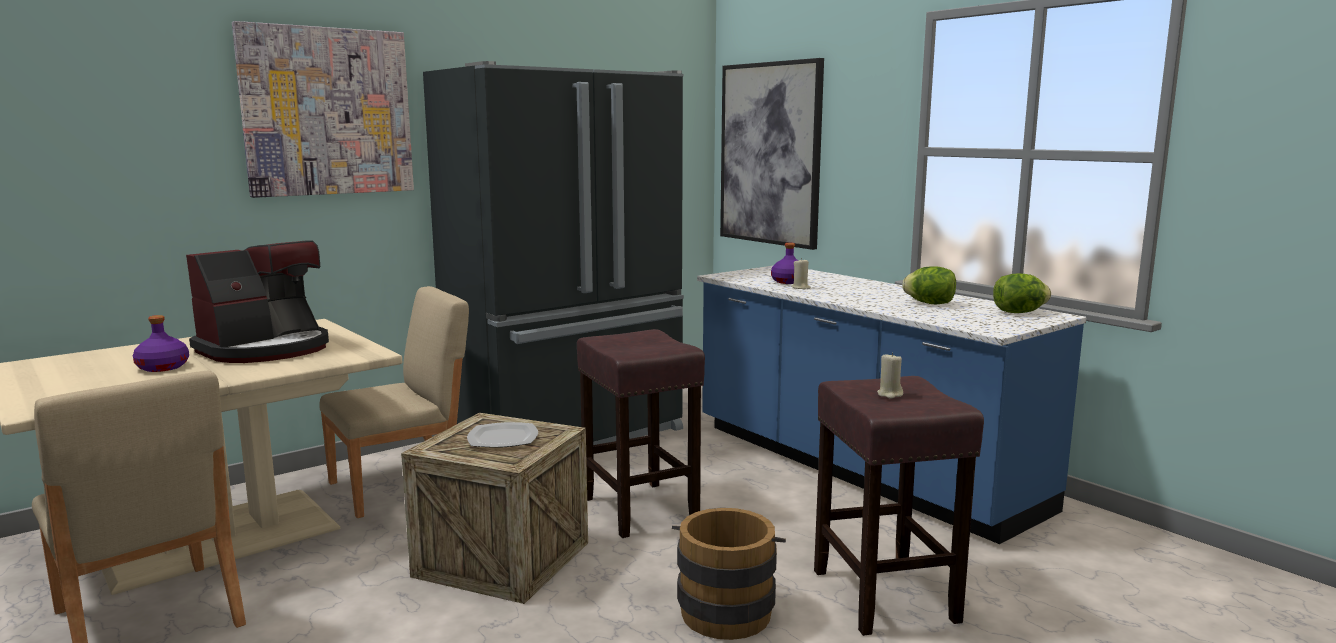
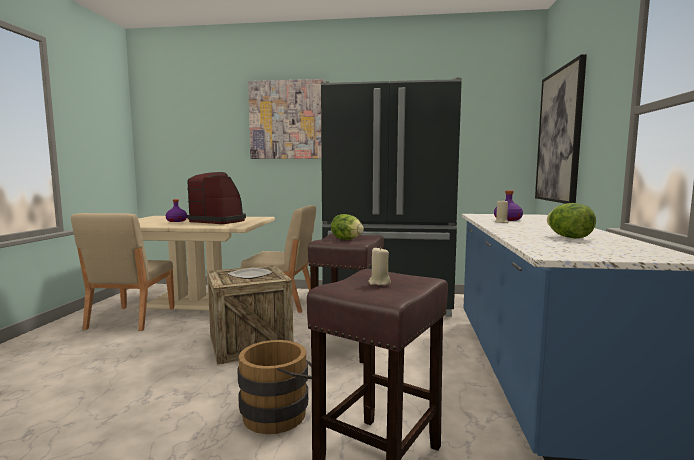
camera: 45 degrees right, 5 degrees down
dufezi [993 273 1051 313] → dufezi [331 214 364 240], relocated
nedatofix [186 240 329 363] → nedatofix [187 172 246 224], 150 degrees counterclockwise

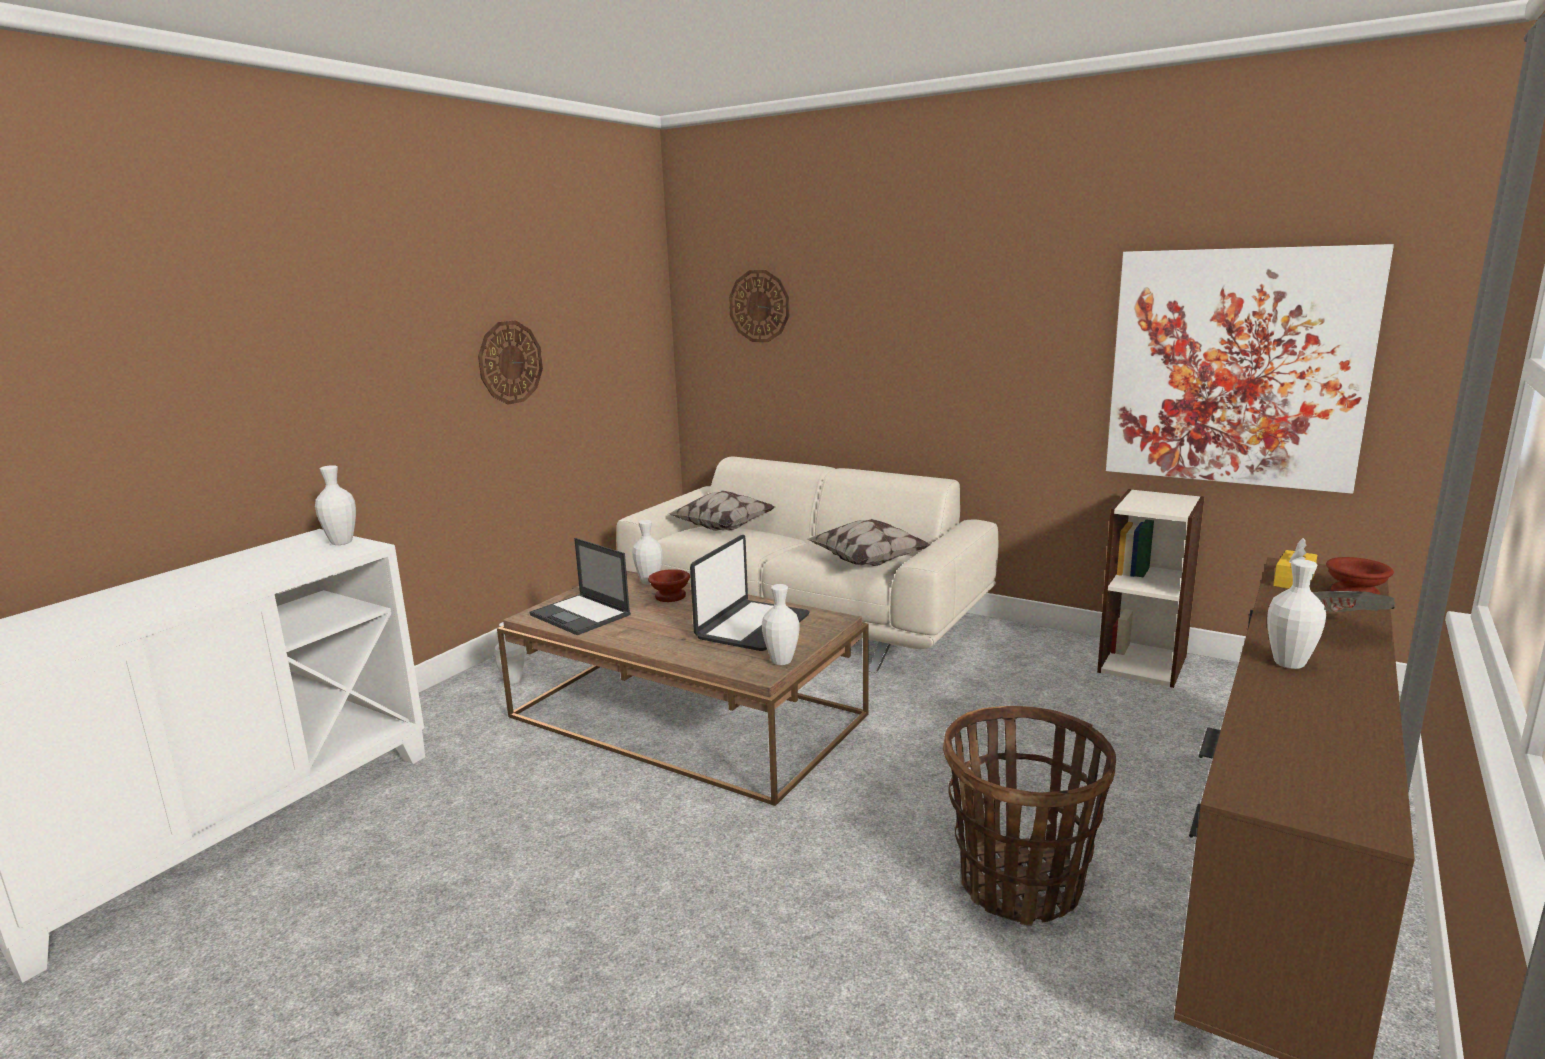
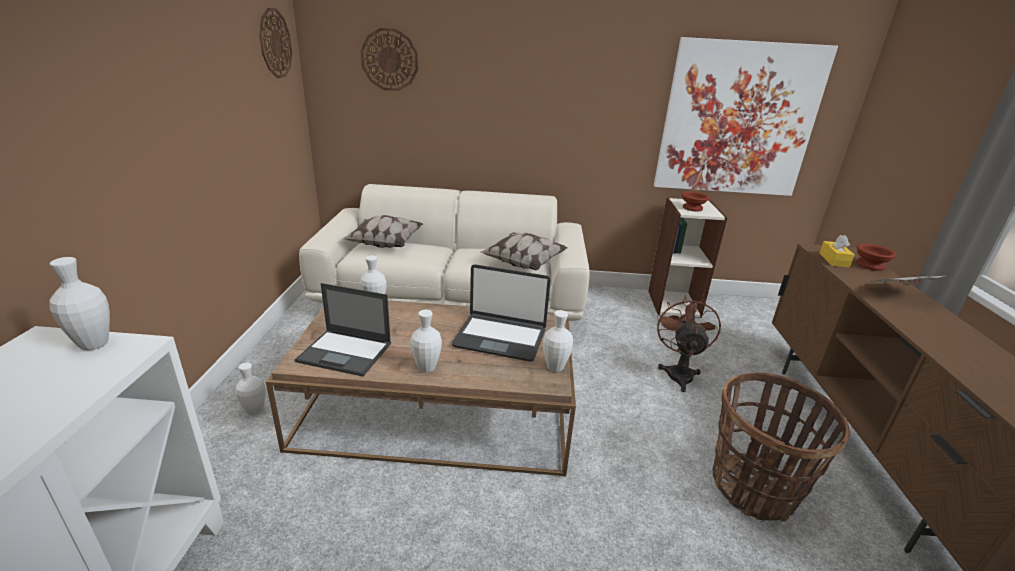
camera: 30 degrees left, 10 degrees up
- → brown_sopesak [657 295 721 392]
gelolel [478 320 543 405] → gelolel [259 8 292 78], relocated
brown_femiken [648 569 690 602] → brown_femiken [682 191 709 211], relocated
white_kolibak [1267 559 1326 669] → white_kolibak [411 310 442 373], relocated
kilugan [690 535 810 651] → kilugan [452 264 551 362], 105 degrees clockwise

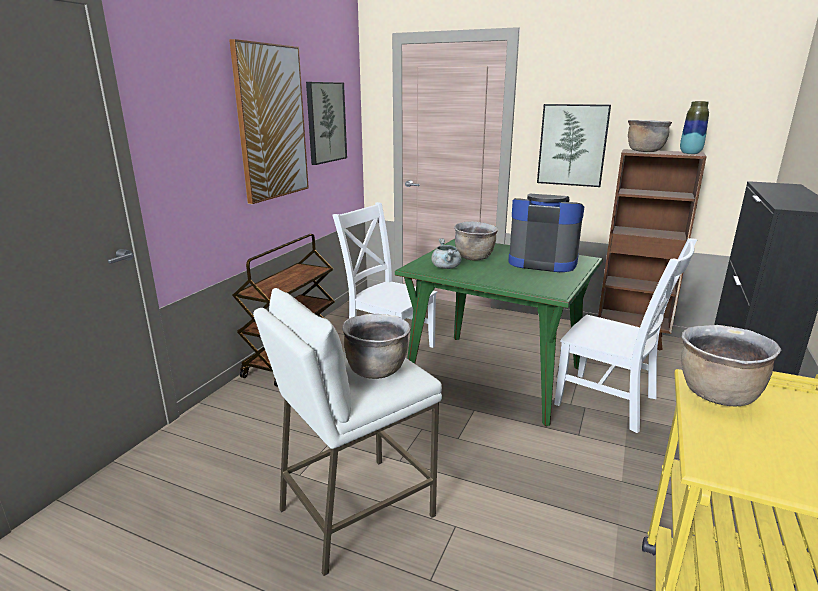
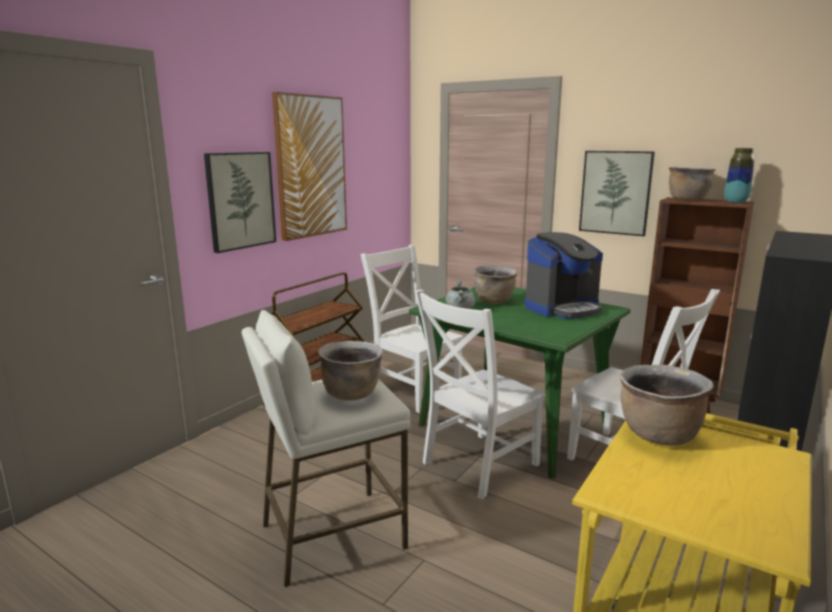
camera: 10 degrees right, 5 degrees down
- → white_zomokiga [414 290 546 499]
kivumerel [306 82 347 165] → kivumerel [204 152 276 253], relocated
nedatofix [508 194 584 272] → nedatofix [525 232 603 319], 120 degrees clockwise

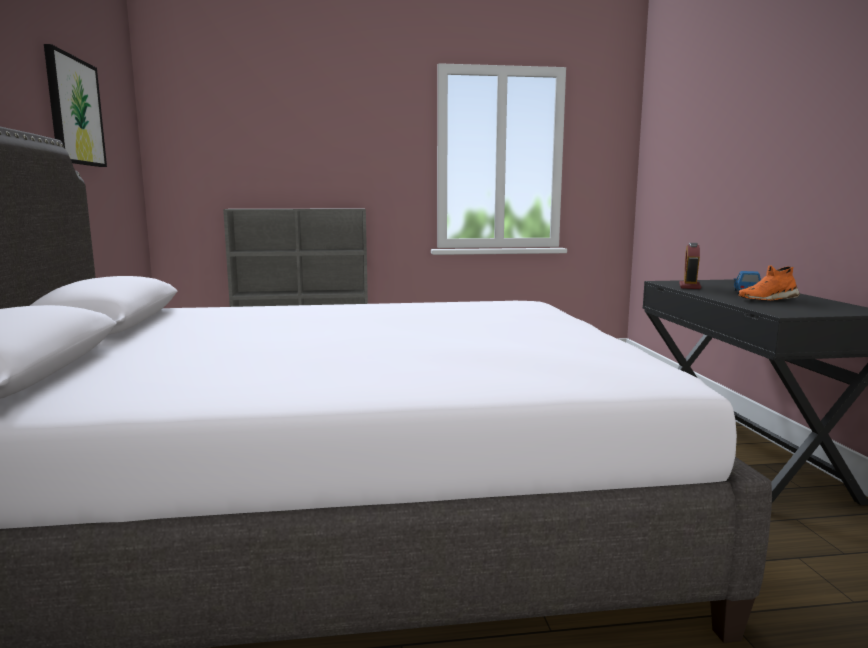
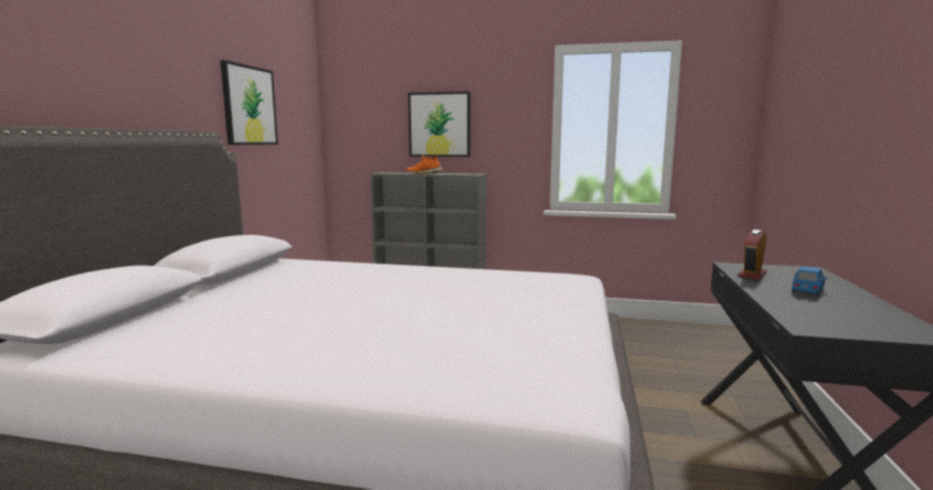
camera: 20 degrees right, 0 degrees up
- → kivumerel [408 91 471 157]
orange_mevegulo [738 265 800 301] → orange_mevegulo [406 155 442 174], relocated

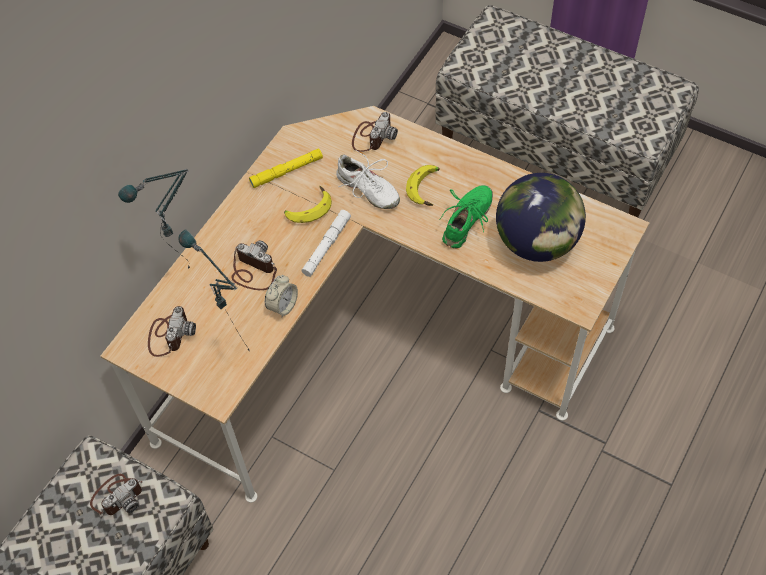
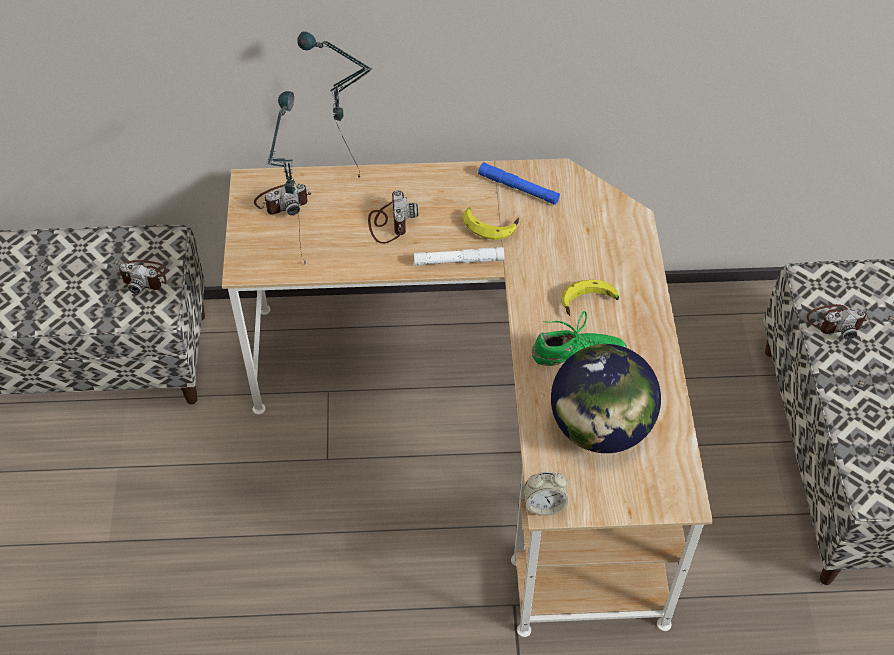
camera: 55 degrees right, 5 degrees down
white_mevegulo [336 150 400 209] → -
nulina [265 275 298 317] → nulina [525 472 568 516], relocated
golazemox [352 112 398 152] → golazemox [807 304 867 340], relocated
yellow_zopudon [249 148 323 188] → blue_zopudon [478 162 560 205]

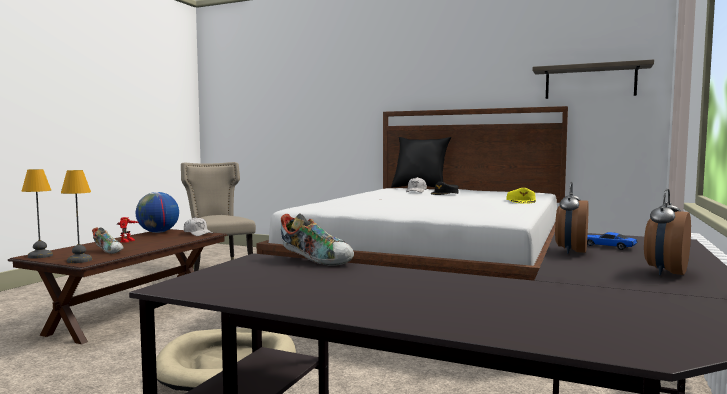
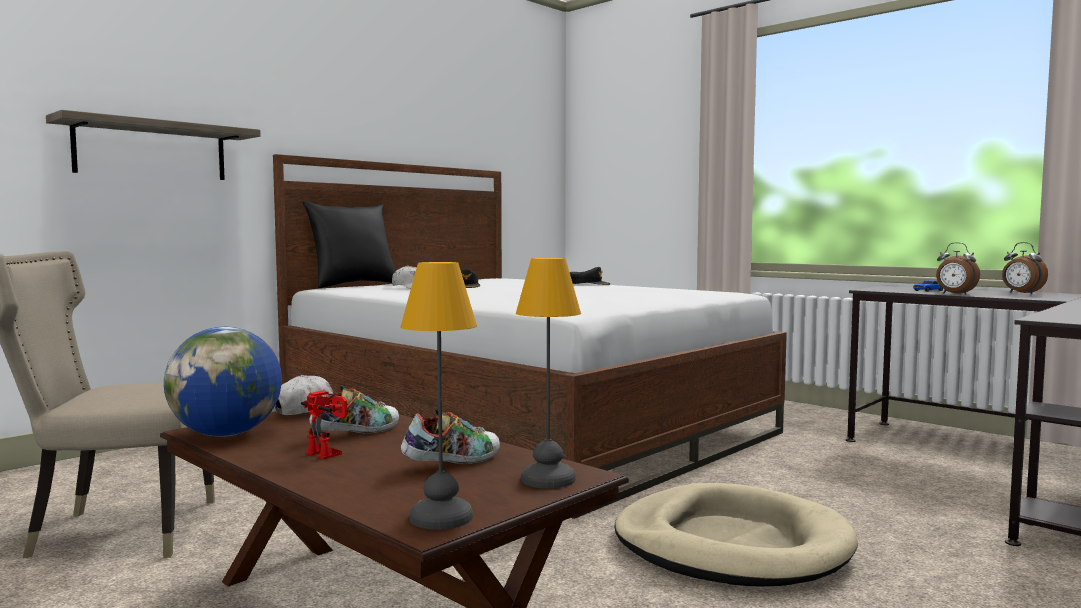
camera: 70 degrees left, 0 degrees up
mevegulo [281 214 354 266] → mevegulo [309 386 399 433], relocated
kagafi [533 59 654 99] → kagafi [46 110 261 180], relocated
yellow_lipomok [506 188 536 204] → black_lipomok [570 267 610 285]

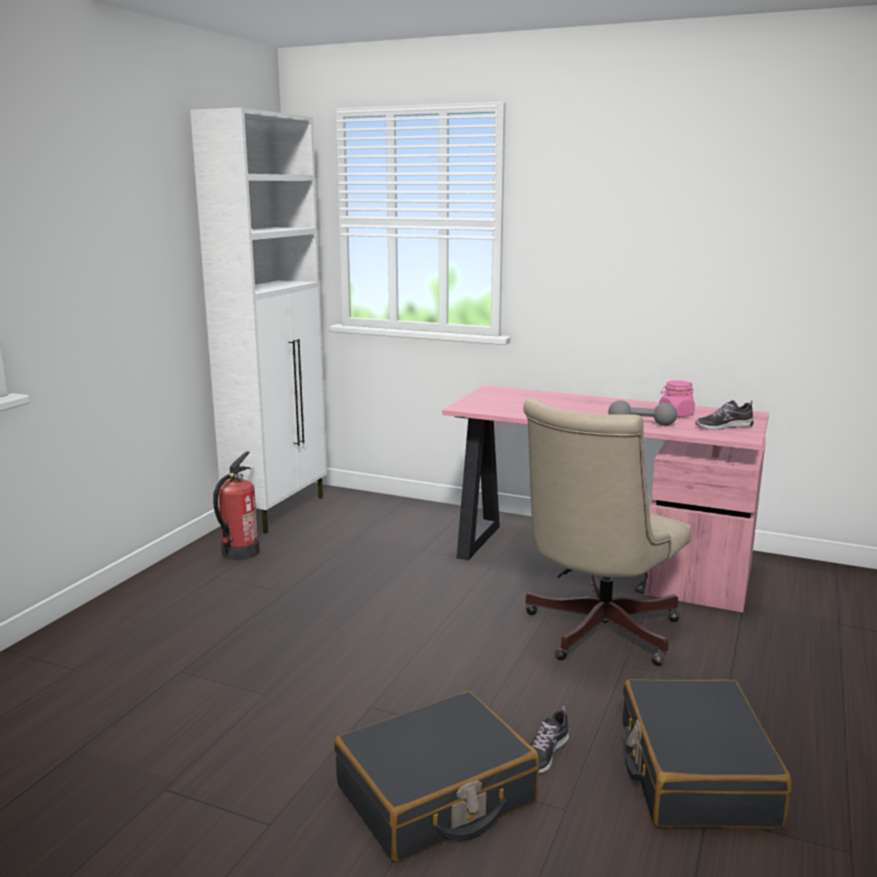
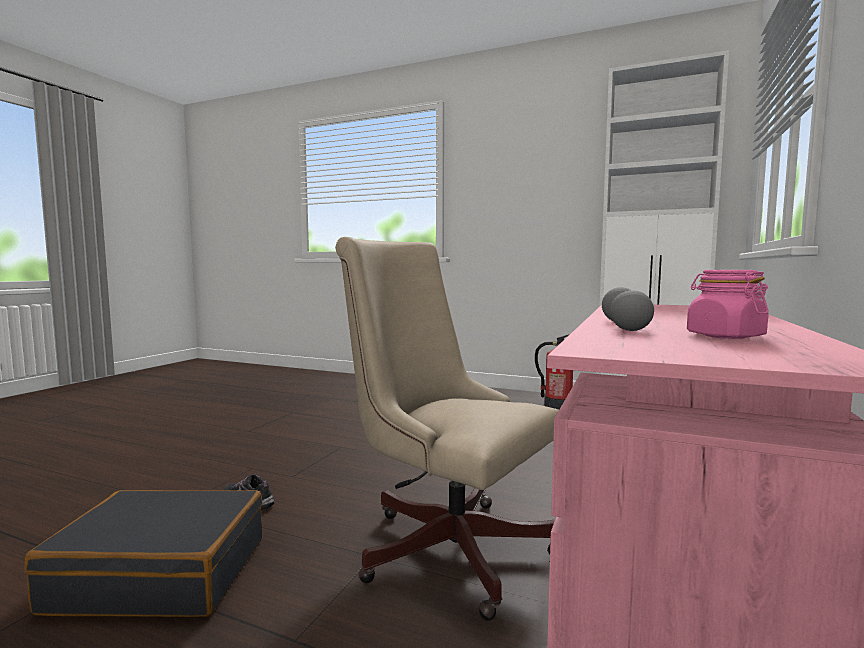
camera: 90 degrees right, 10 degrees down
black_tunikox [334 691 539 862] → -
mevegulo [695 400 754 430] → -

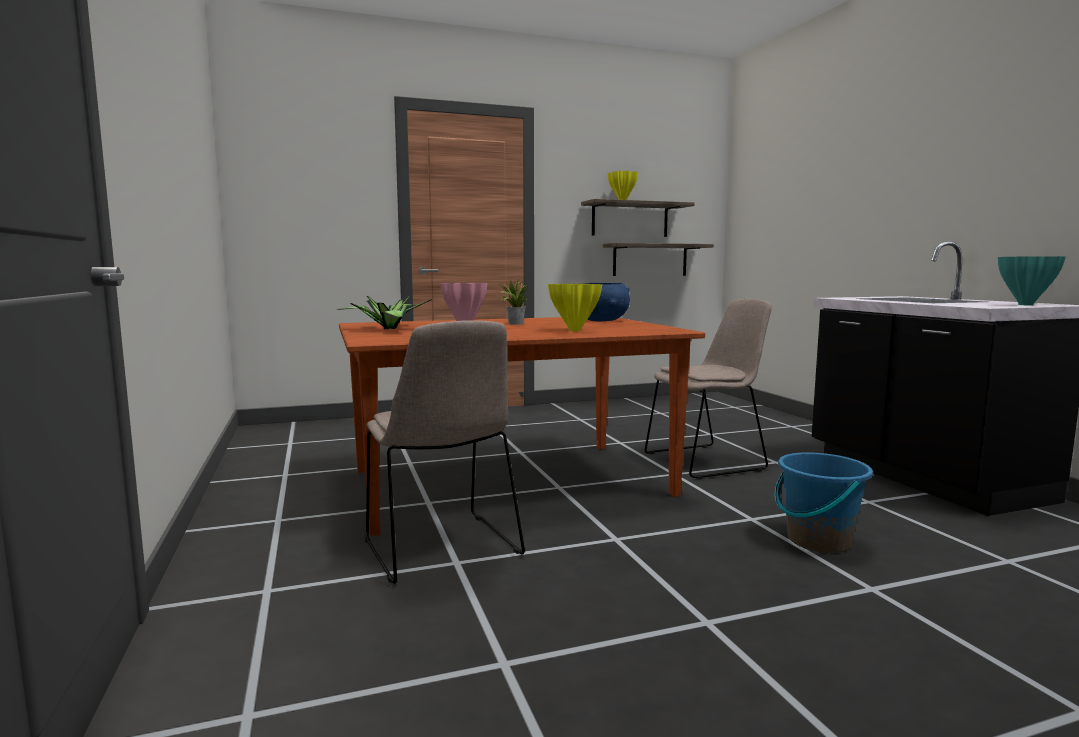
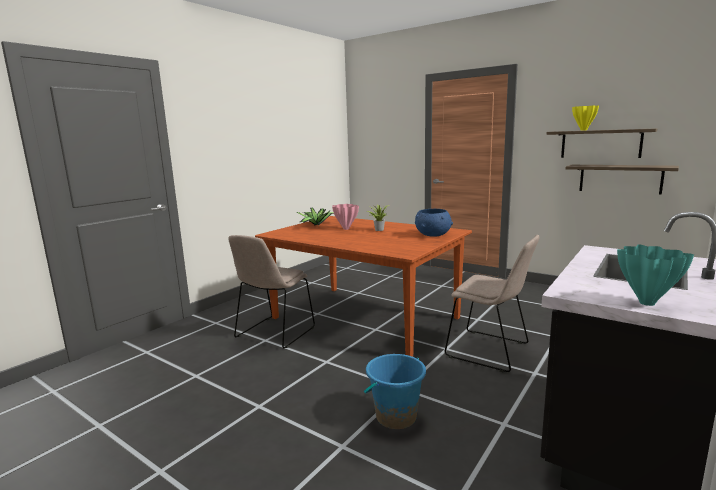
camera: 55 degrees right, 5 degrees up
yellow_kolibak [548 284 602 332] → -

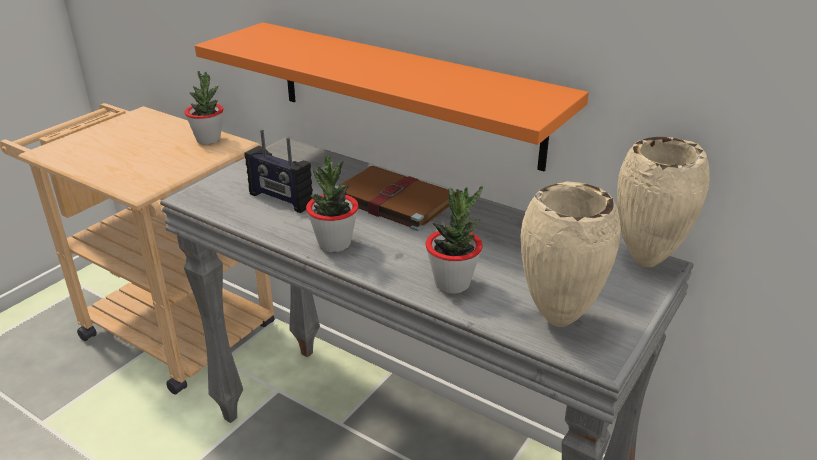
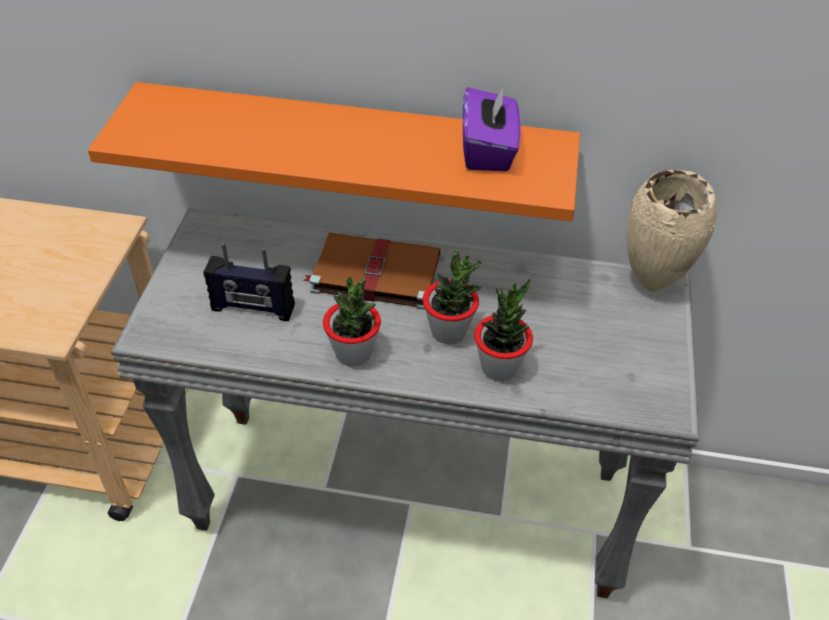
camera: 25 degrees left, 15 degrees up
beige_kolibak [520 181 621 327] → -
- → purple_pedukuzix [463 85 521 171]
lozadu [185 71 223 145] → lozadu [423 249 482 344], relocated

